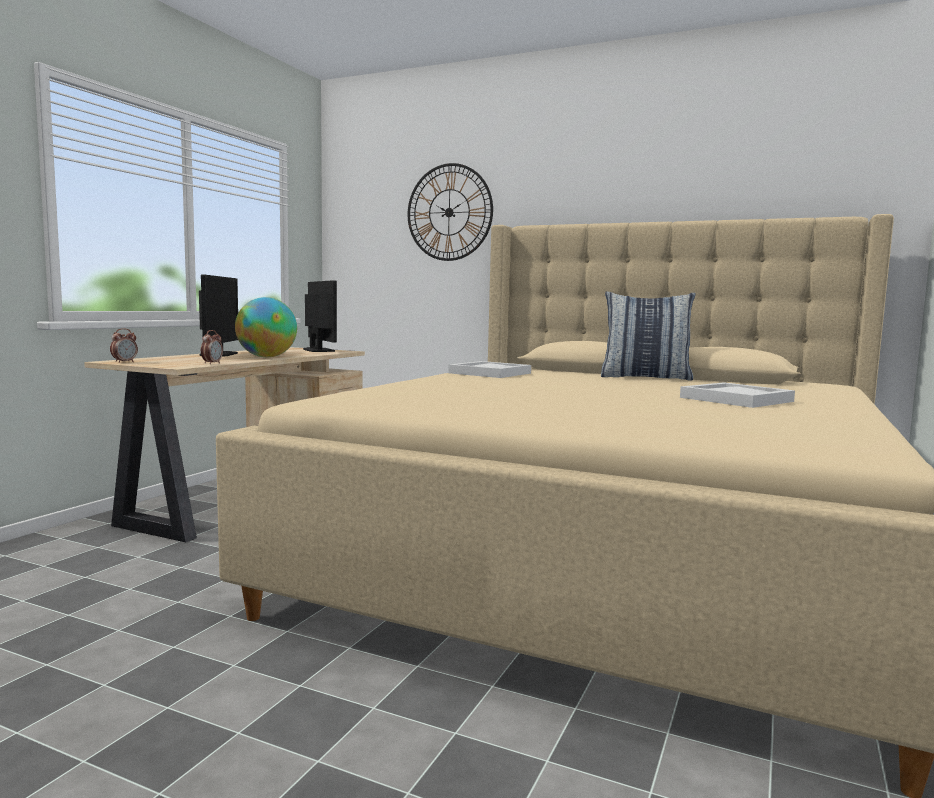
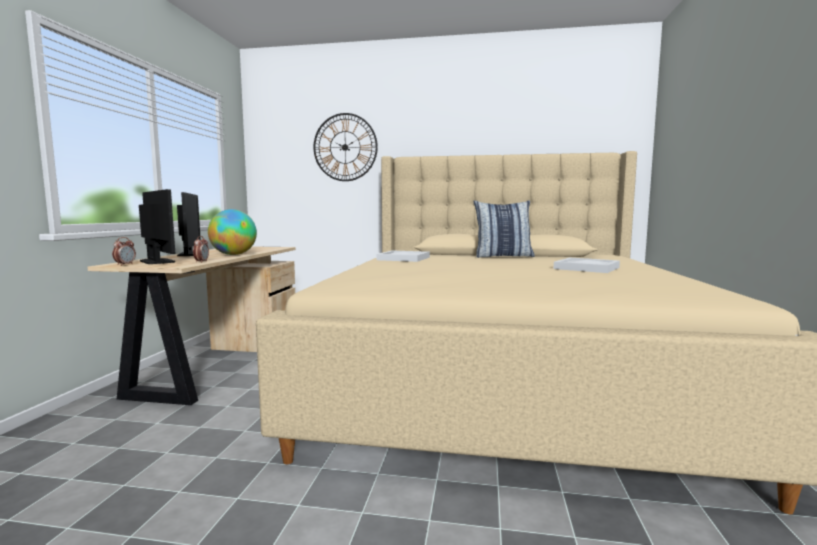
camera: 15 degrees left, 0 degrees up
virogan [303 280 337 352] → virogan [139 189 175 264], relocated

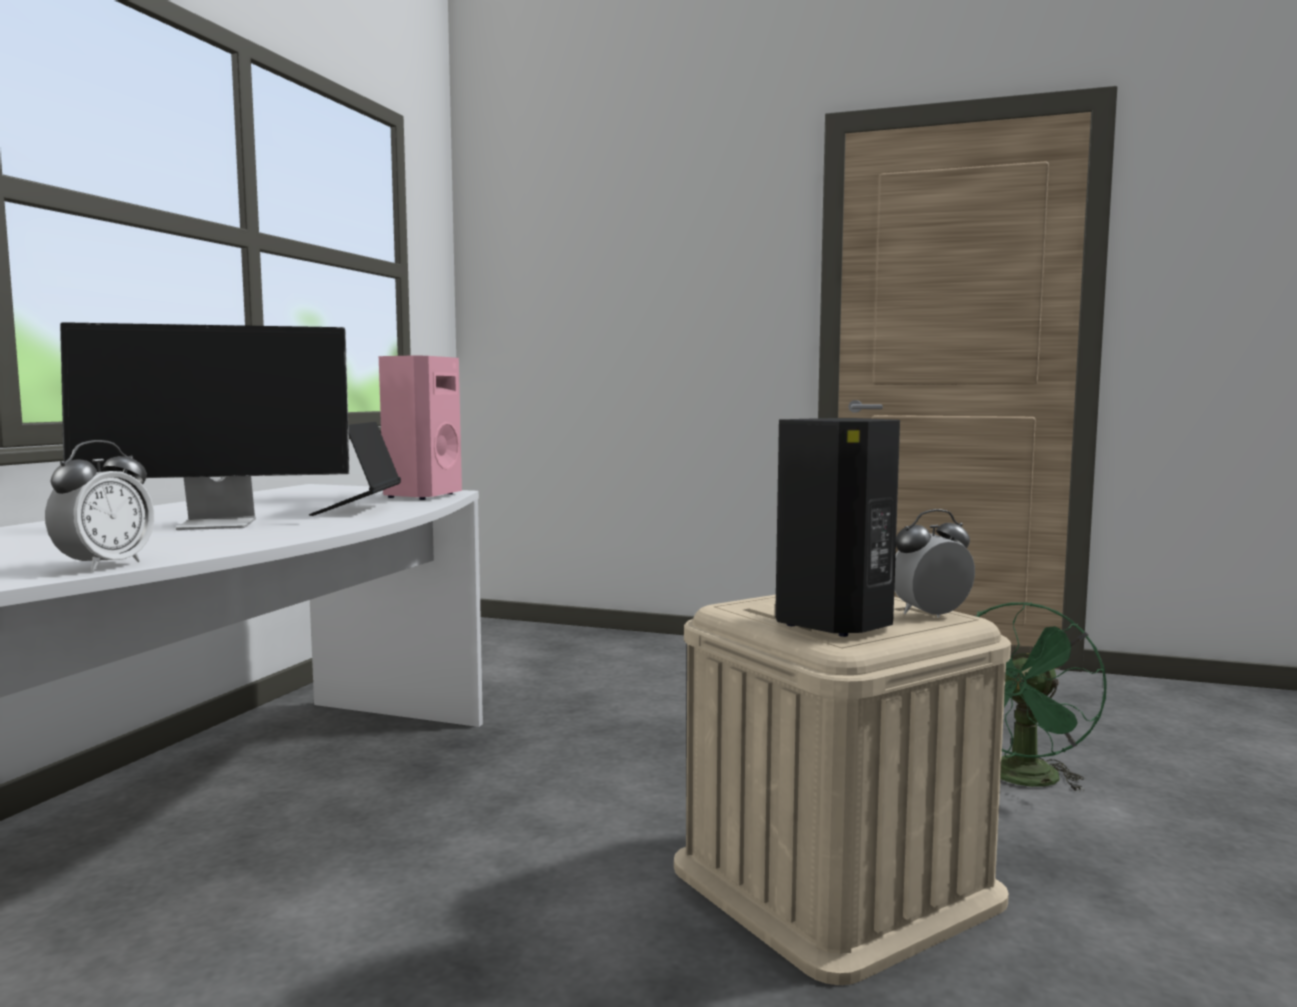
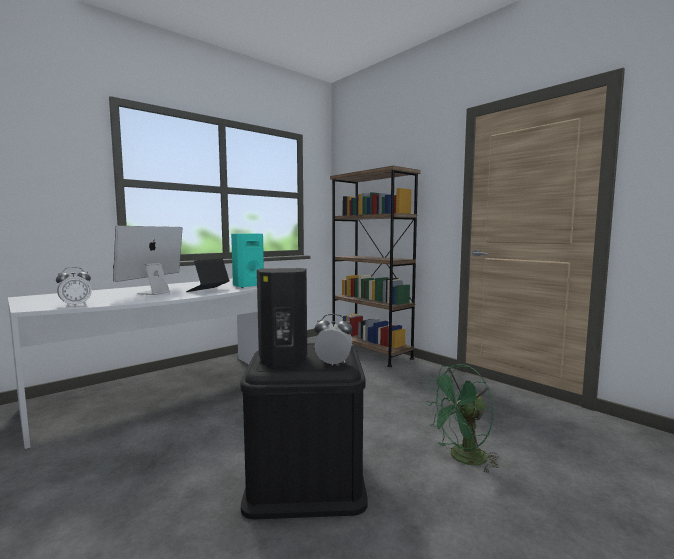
camera: 30 degrees right, 0 degrees up
- → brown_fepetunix [330 166 421 367]
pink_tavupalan [379 355 462 500] → turquoise_tavupalan [231 234 264 288]
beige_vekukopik [674 595 1011 985] → black_vekukopik [241 343 368 519]
virogan [60 322 350 530] → virogan [113 226 182 295], 90 degrees clockwise

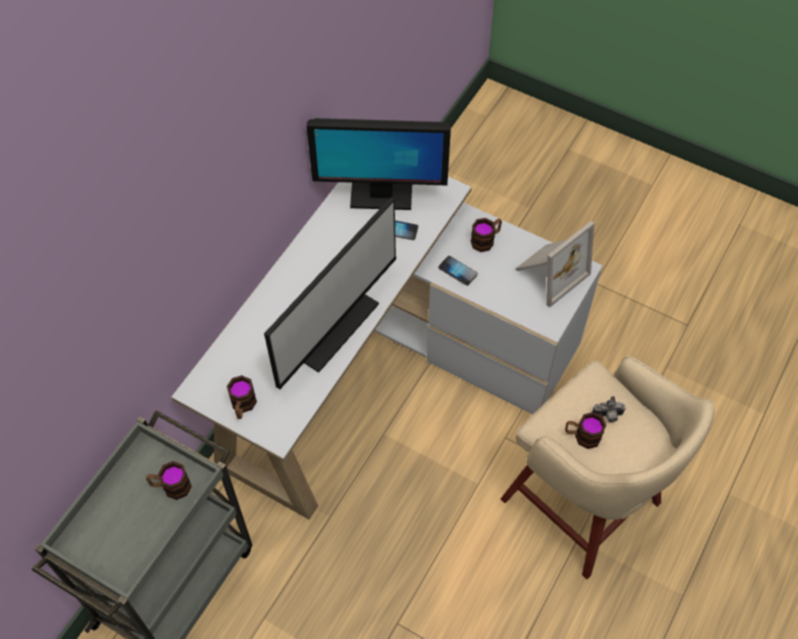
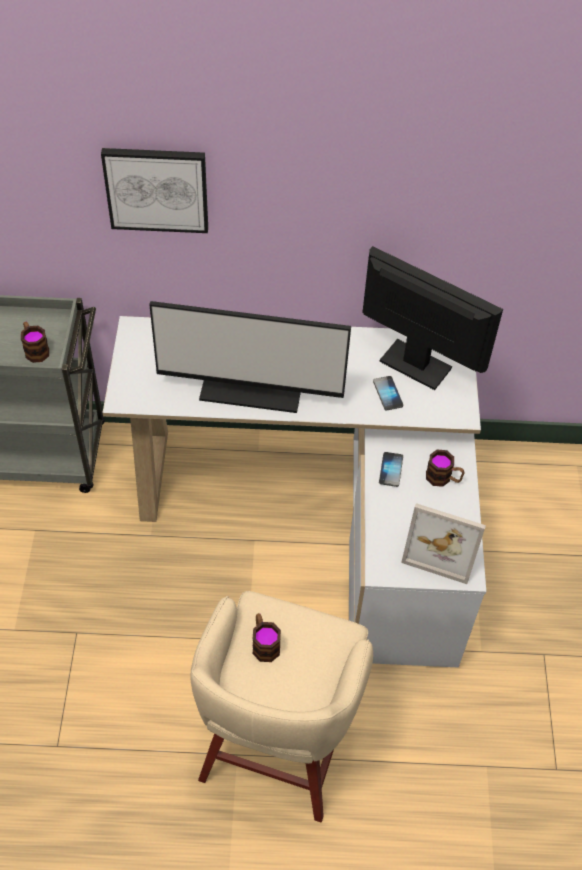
camera: 60 degrees right, 5 degrees down
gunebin [227 375 257 419] → -
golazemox [592 396 626 422] → -
- → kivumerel [101 148 208 233]
virogan [307 118 451 210] → virogan [362 246 503 390], 150 degrees clockwise

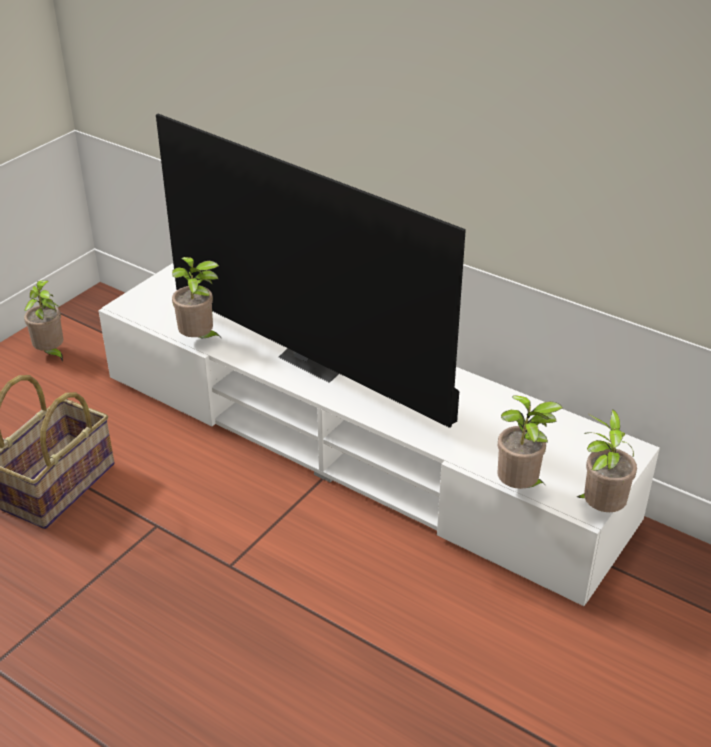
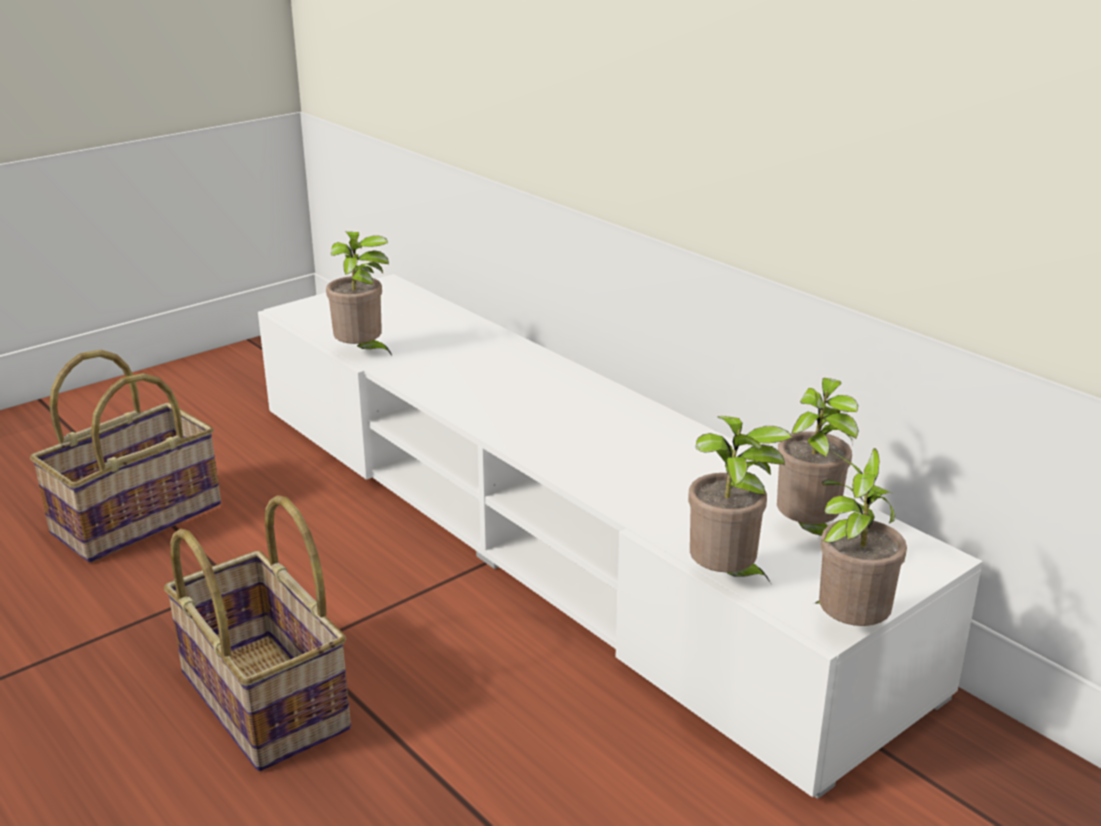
camera: 15 degrees right, 10 degrees down
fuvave [156 114 466 428] → -
- → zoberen [164 496 351 771]
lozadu [24 280 64 362] → lozadu [777 378 859 536], relocated

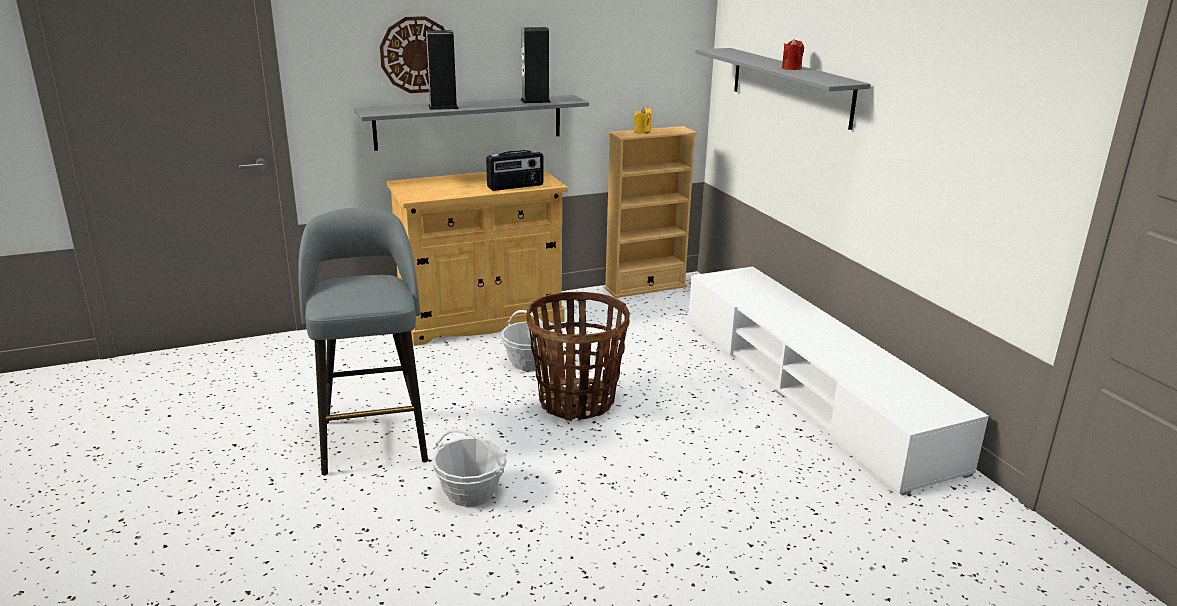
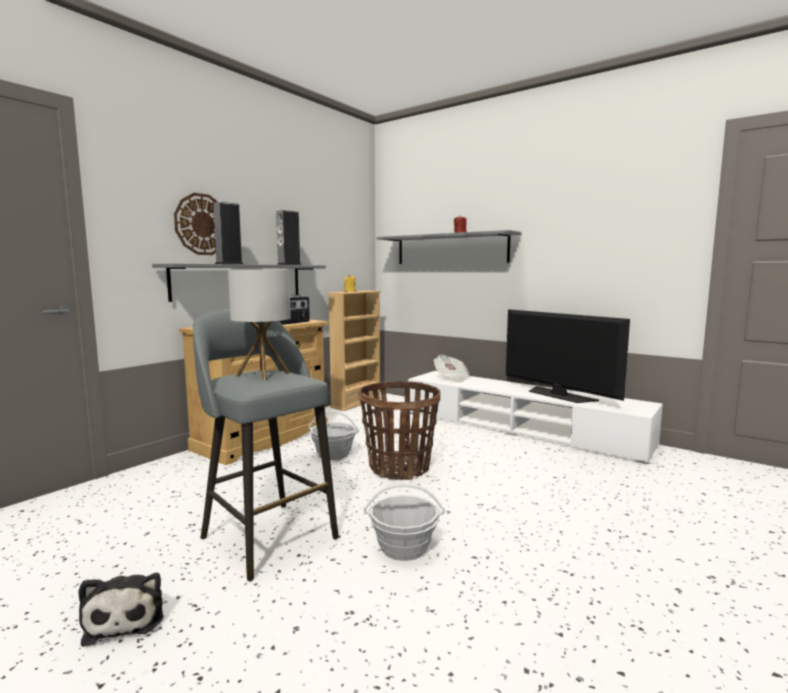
camera: 30 degrees left, 15 degrees down
- → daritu [79 573 163 647]
- → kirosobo [228 270 291 380]
- → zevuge [433 355 471 383]
- → fuvave [506 309 630 403]

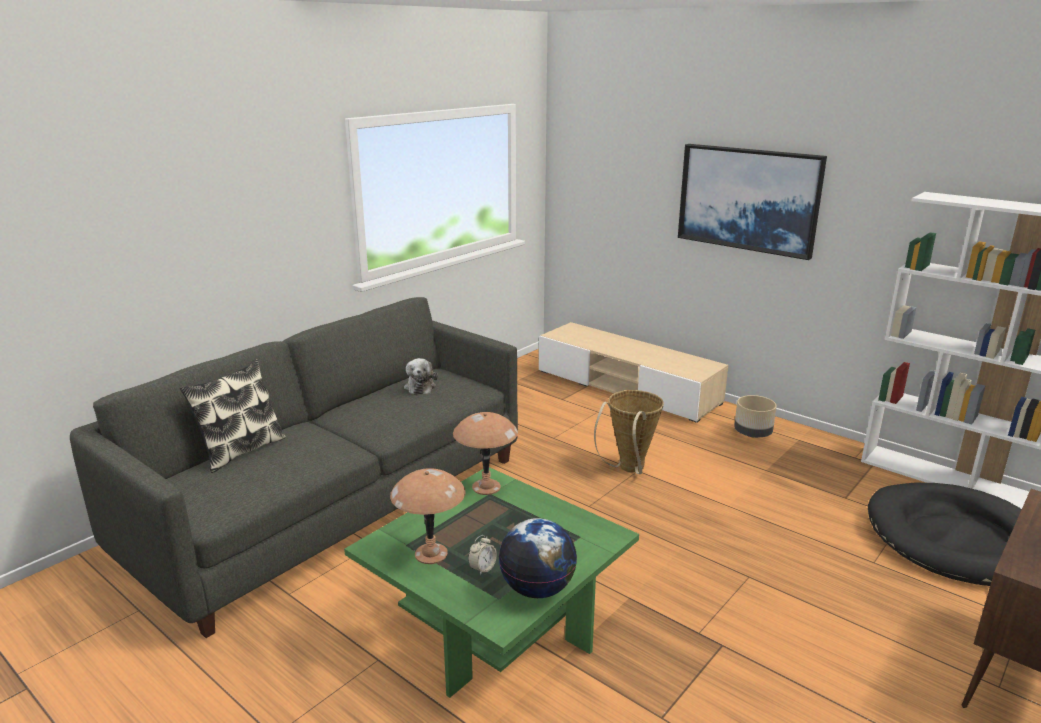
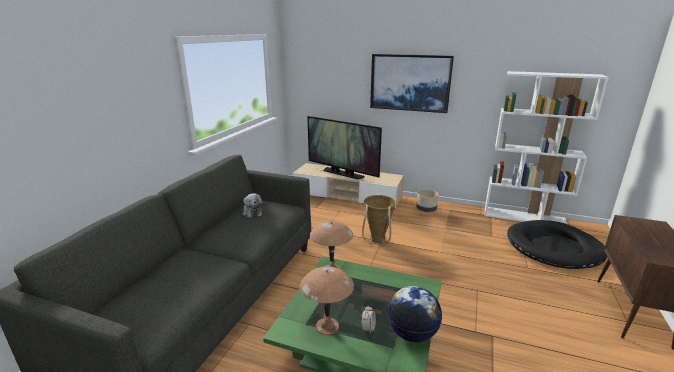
camera: 20 degrees left, 0 degrees up
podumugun [180 359 286 473] → -
- → fuvave [307 116 382 180]

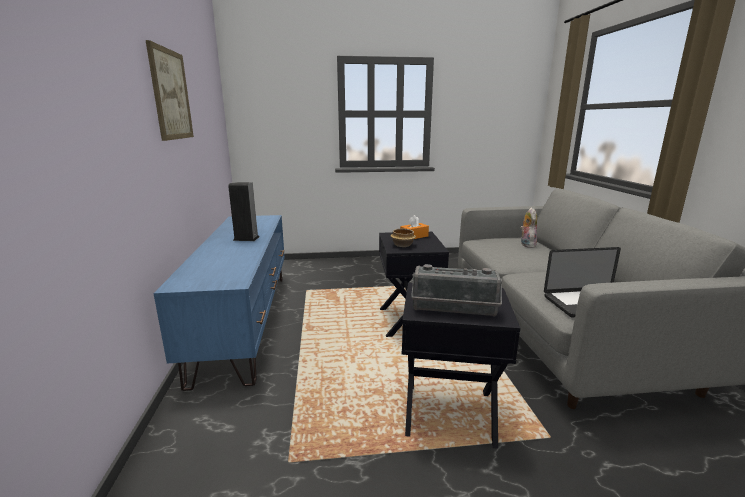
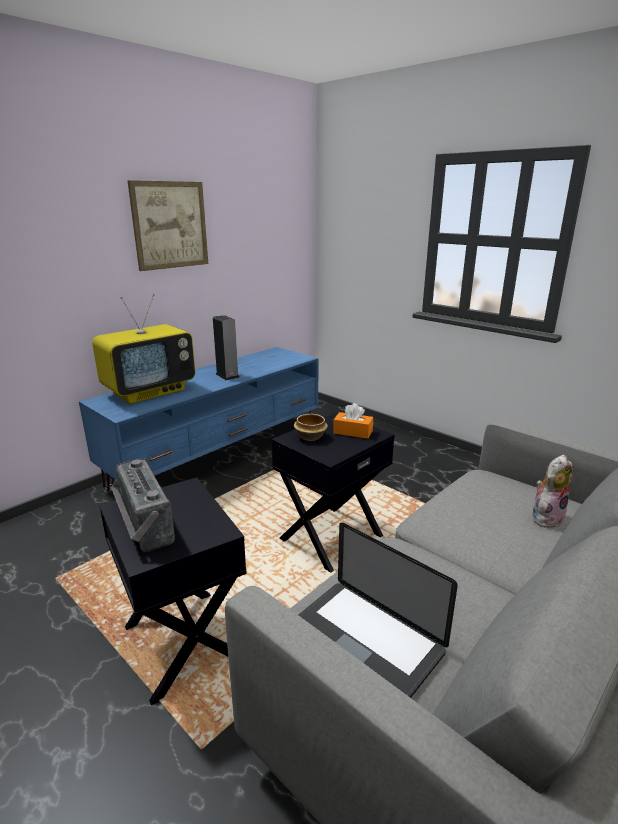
camera: 50 degrees right, 5 degrees up
- → fuvave [92 294 195 404]

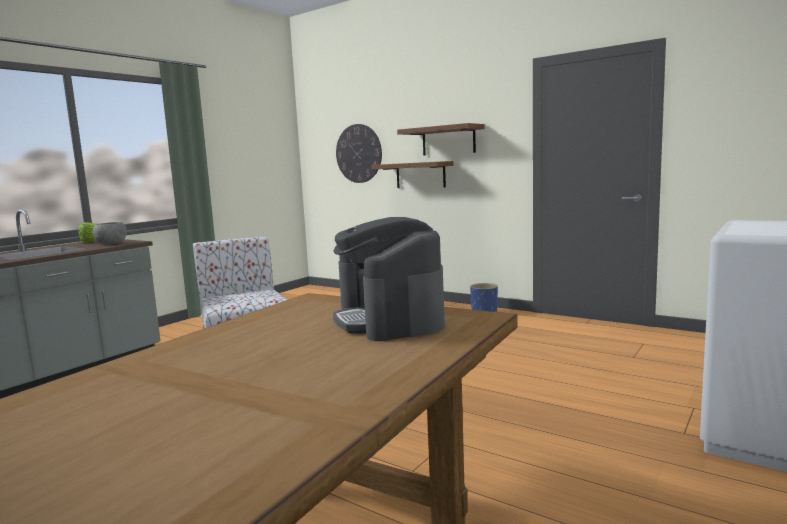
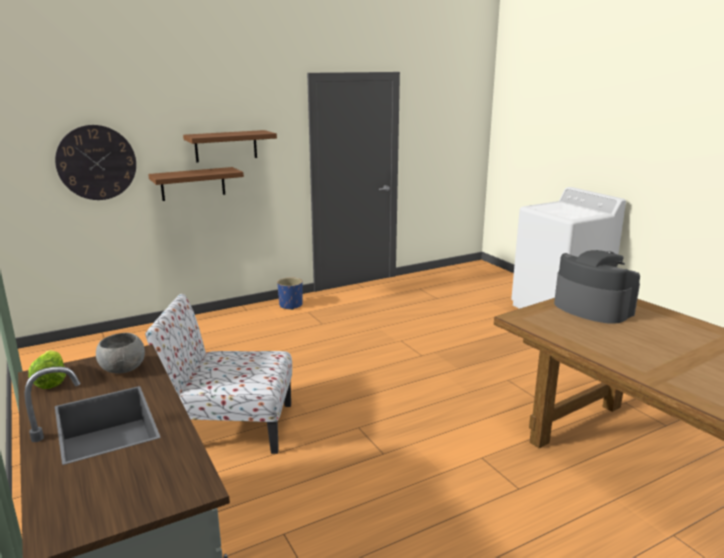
camera: 65 degrees left, 10 degrees up
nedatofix [333 217 445 341] → nedatofix [554 250 640 324], 135 degrees counterclockwise

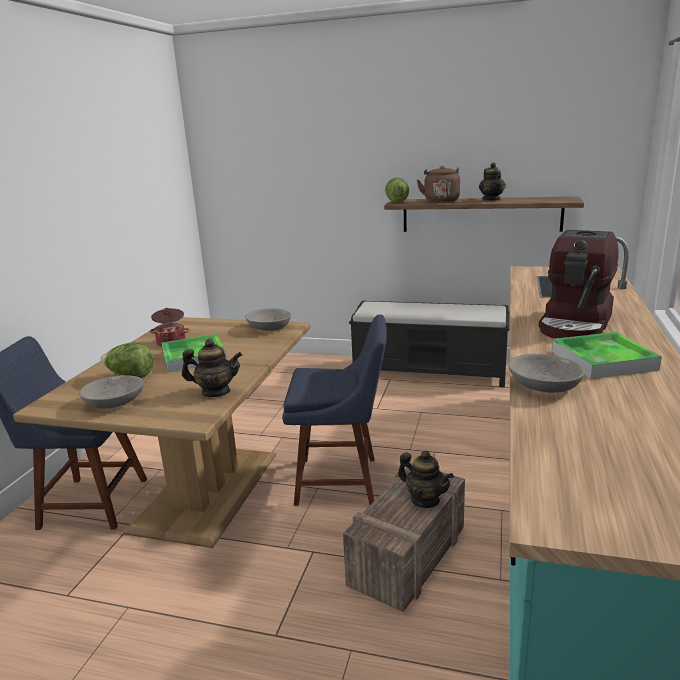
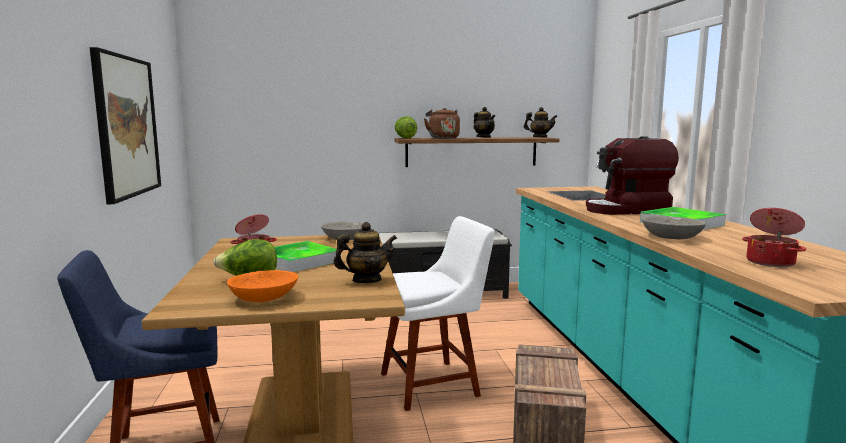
camera: 25 degrees left, 10 degrees down
- → kivumerel [90 47 161 204]
- → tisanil [742 208 806 267]
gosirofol [398 451 454 508] → gosirofol [524 107 558 137], relocated
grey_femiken [79 375 144 409] → orange_femiken [227 270 298 302]
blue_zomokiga [282 314 387 506] → white_zomokiga [381 216 495 411]
nedatofix [539 230 619 339] → nedatofix [586 136 679 215], 75 degrees clockwise

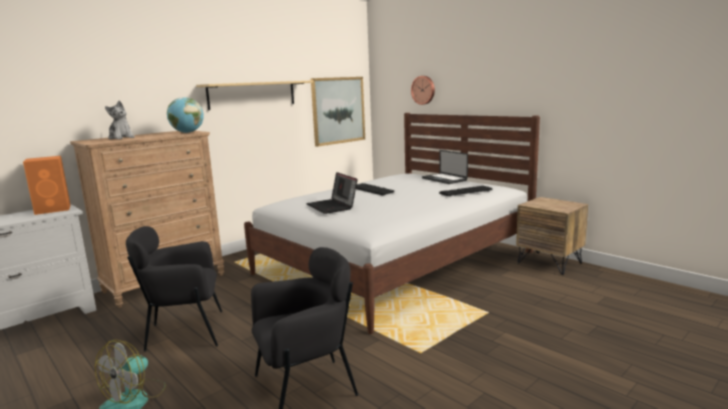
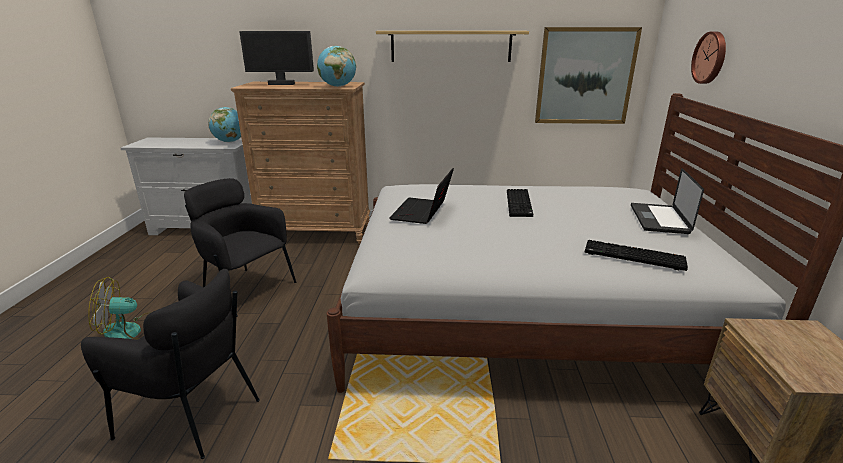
camera: 45 degrees right, 10 degrees up
orange_tavupalan [23 156 70 215] → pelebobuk [208 107 241 142]
daritu [105 101 135 139] → virogan [239 31 314 85]

